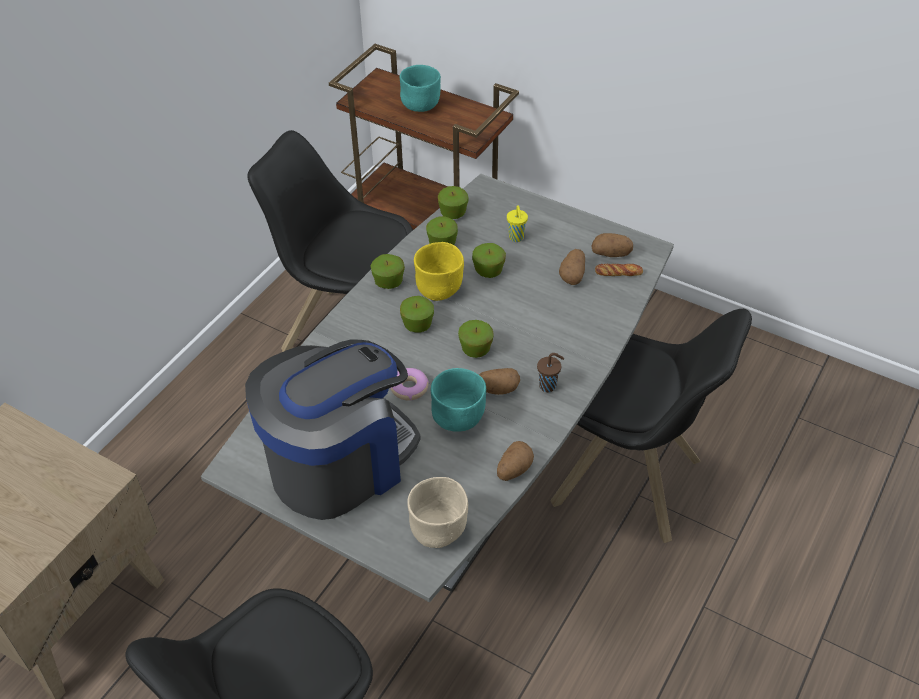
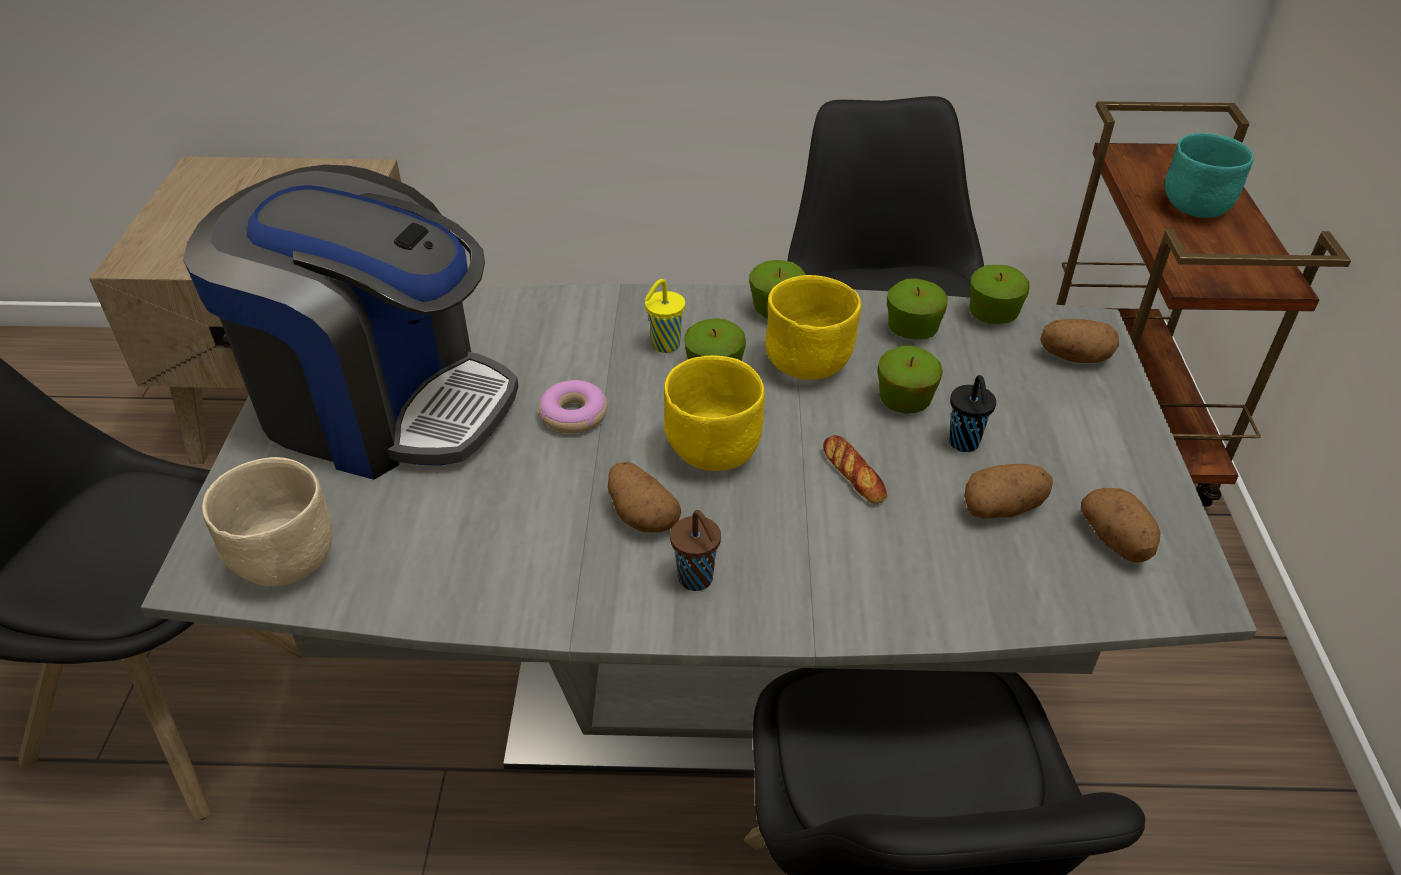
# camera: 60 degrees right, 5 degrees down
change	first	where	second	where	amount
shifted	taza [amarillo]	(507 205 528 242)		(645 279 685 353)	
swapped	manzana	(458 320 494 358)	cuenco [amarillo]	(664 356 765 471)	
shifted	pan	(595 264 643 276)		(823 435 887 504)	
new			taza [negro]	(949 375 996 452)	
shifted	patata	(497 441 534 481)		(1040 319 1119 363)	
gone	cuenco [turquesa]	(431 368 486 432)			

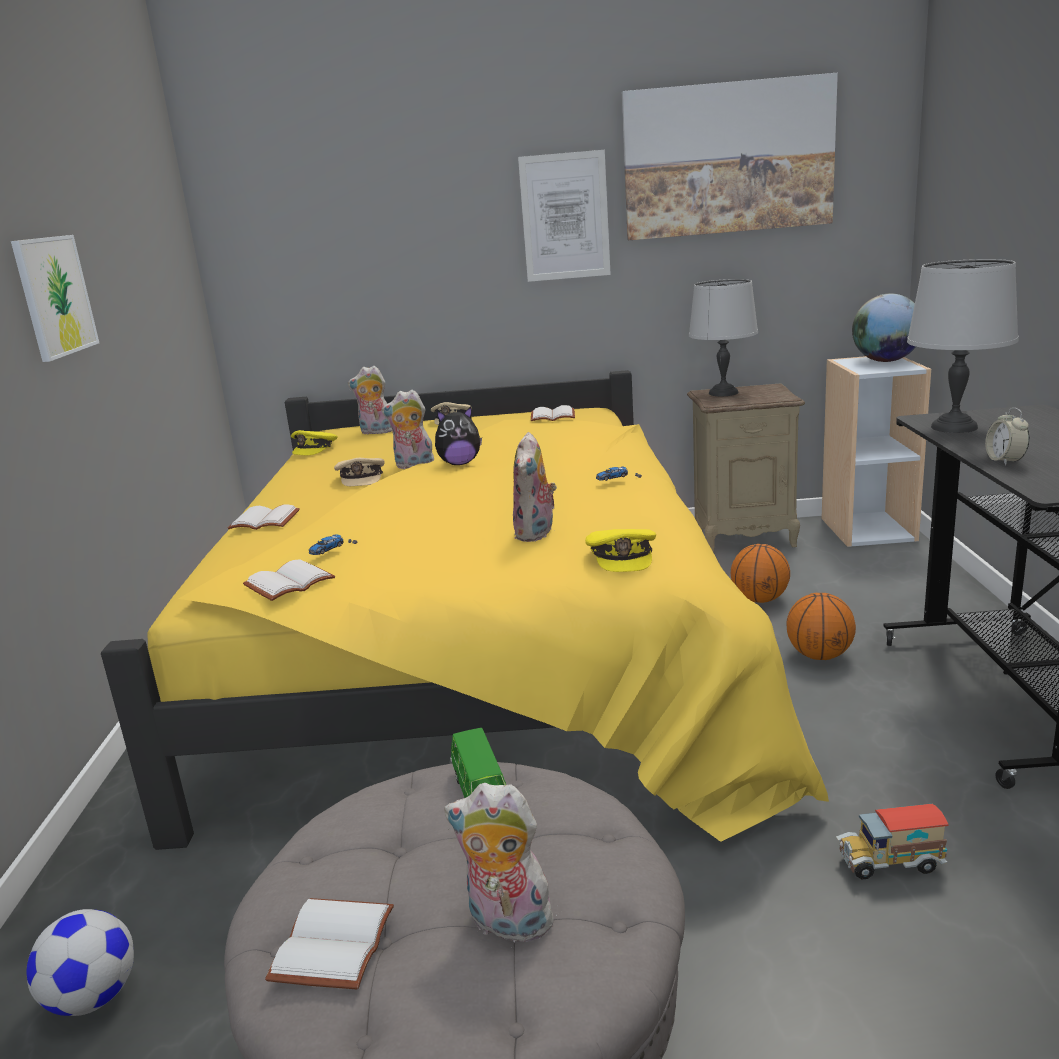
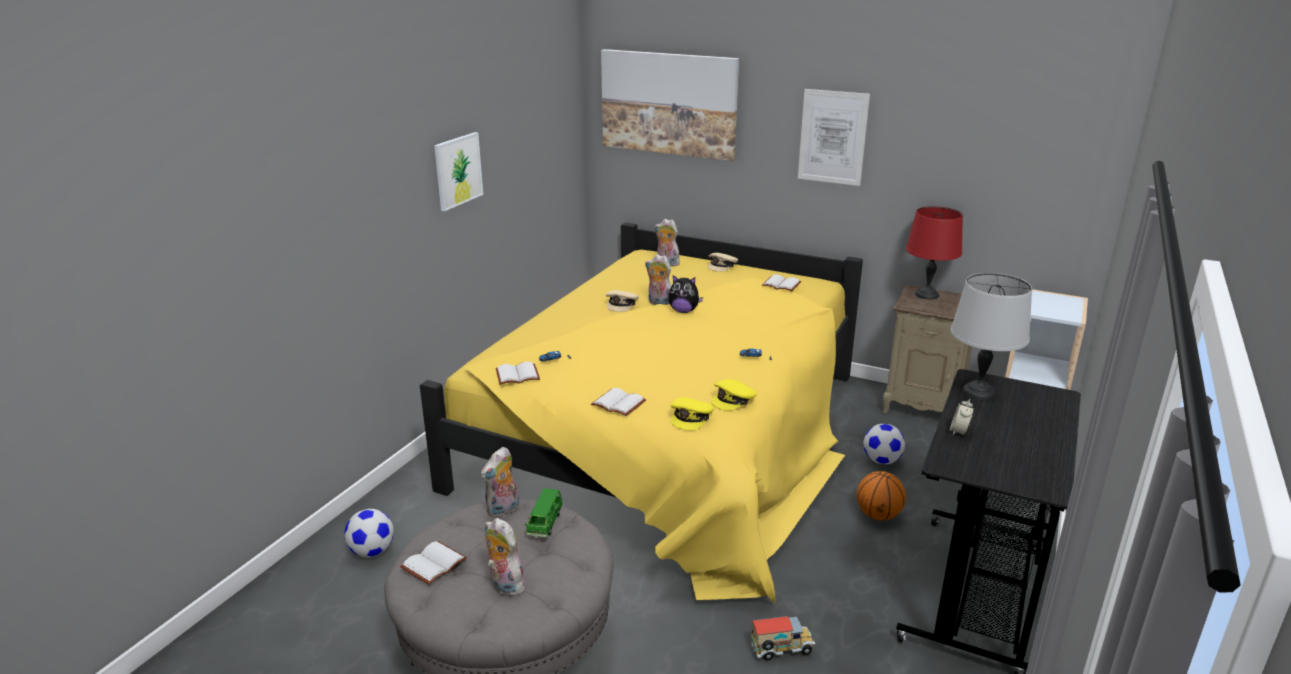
# camera: 25 degrees right, 5 degrees up
change	first	where	second	where	amount
shifted	peluche	(513 432 557 542)		(481 447 519 517)	
shifted	libro [blanco]	(228 504 300 530)		(591 388 646 416)	
shifted	cuadro	(622 73 838 240)		(601 49 739 161)	
shifted	gorra [amarillo]	(291 430 338 455)		(711 379 757 411)	
rotated	camión de juguete	(836 804 949 880)		(750 616 815 660)	150 degrees clockwise
swapped	balón de baloncesto	(731 544 790 603)	balón de fútbol	(864 424 905 464)	
repainted	lámpara de mesa [gris]	(689 279 758 396)	lámpara de mesa [rojo]	(906 206 963 299)	
gone	globo terráqueo	(852 294 916 362)			

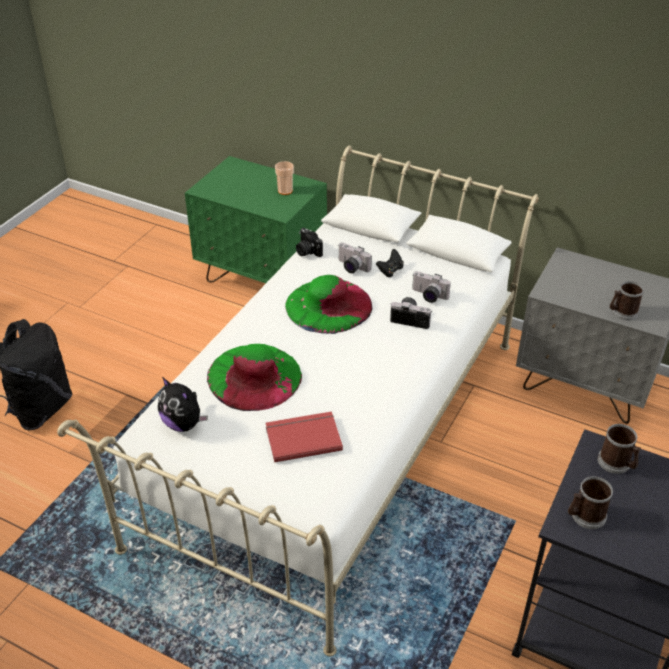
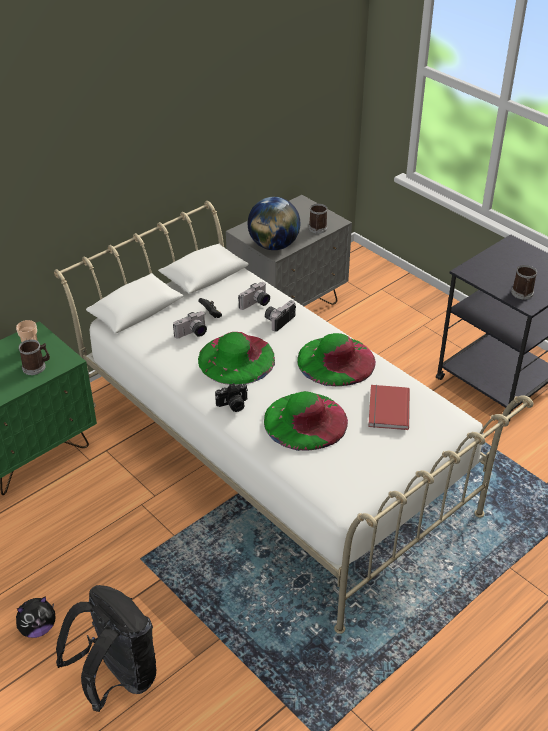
# camera: 70 degrees left, 0 degrees up
change	first	where	second	where	amount
shifted	peluche	(158 377 208 432)		(16 596 56 638)	
shifted	taza grande	(598 424 641 474)		(19 339 50 375)	
shifted	cámara	(296 228 323 257)		(215 383 248 412)	
new			globo terráqueo	(248 197 300 250)	
new			sombrero [verde]	(297 333 376 386)	

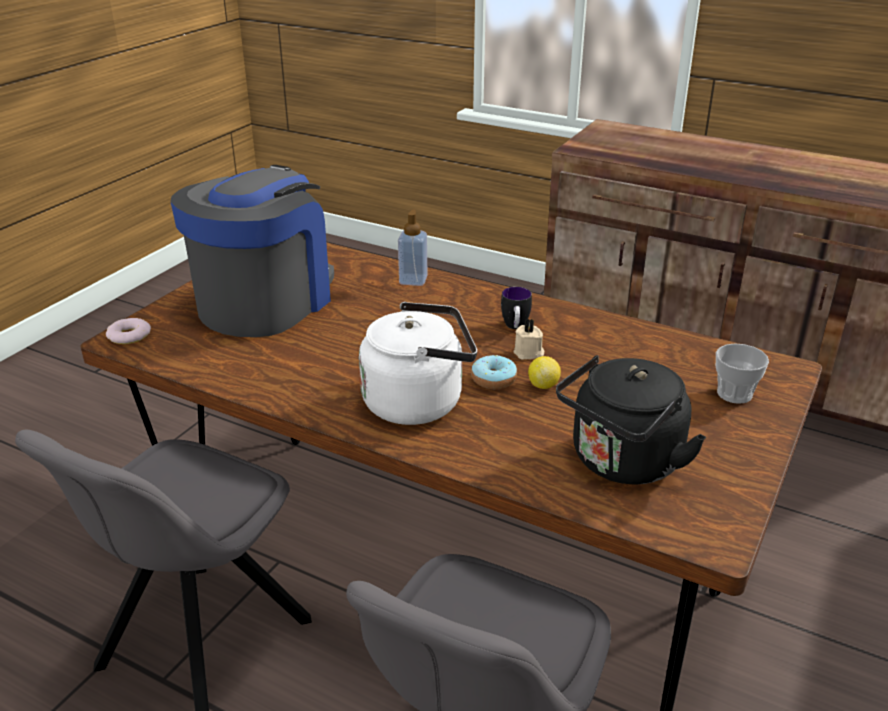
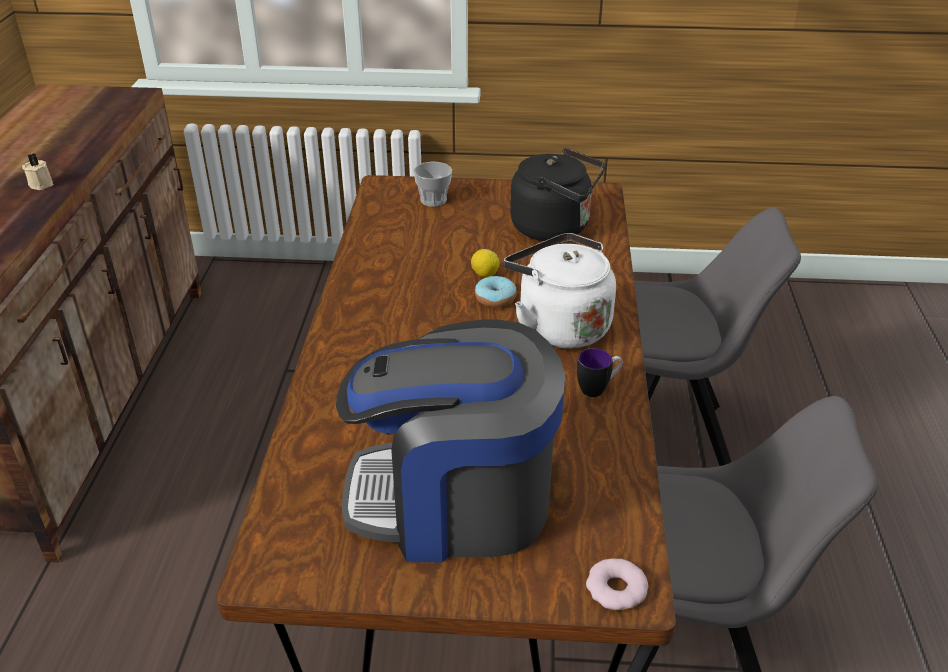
# camera: 115 degrees left, 5 degrees up
change	first	where	second	where	amount
shifted	vela [beis]	(514 319 544 360)		(22 154 54 190)	
shifted	taza grande	(501 287 532 329)		(577 348 623 397)	
gone	dispensador de jabón	(398 210 427 286)			

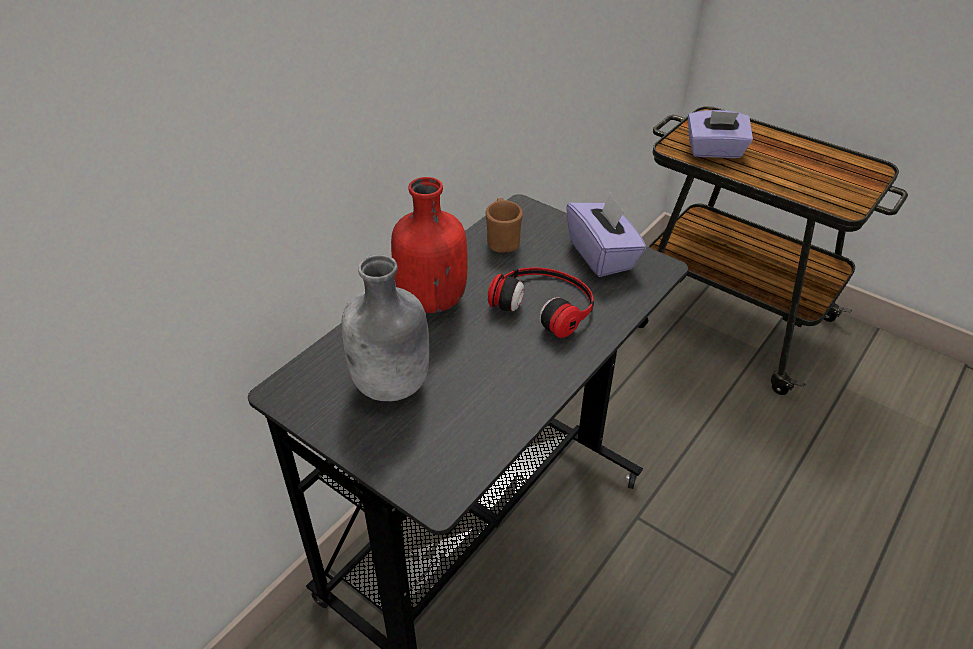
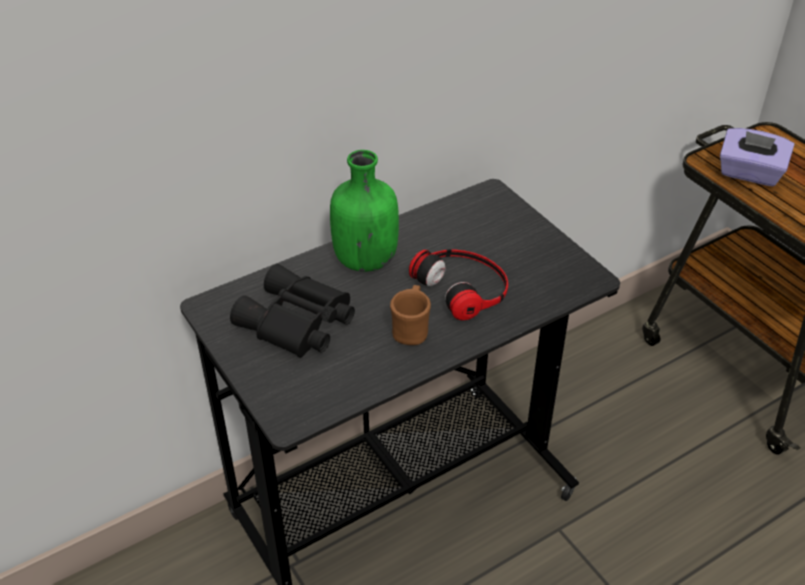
# camera: 20 degrees right, 0 degrees up
change	first	where	second	where	amount
swapped	botella [gris]	(341 254 429 402)	prismáticos [negro]	(230 264 355 358)	
repainted	botella [rojo]	(391 177 468 313)	botella [verde]	(330 150 399 272)	
shifted	taza grande [marrón]	(486 198 523 253)		(390 285 431 345)	
gone	caja de pañuelos [morado]	(566 192 646 277)			

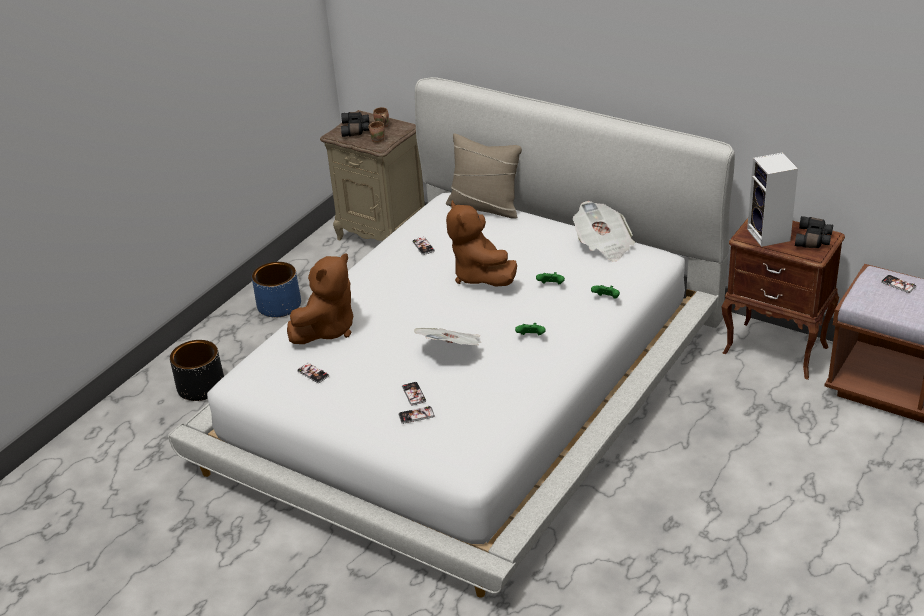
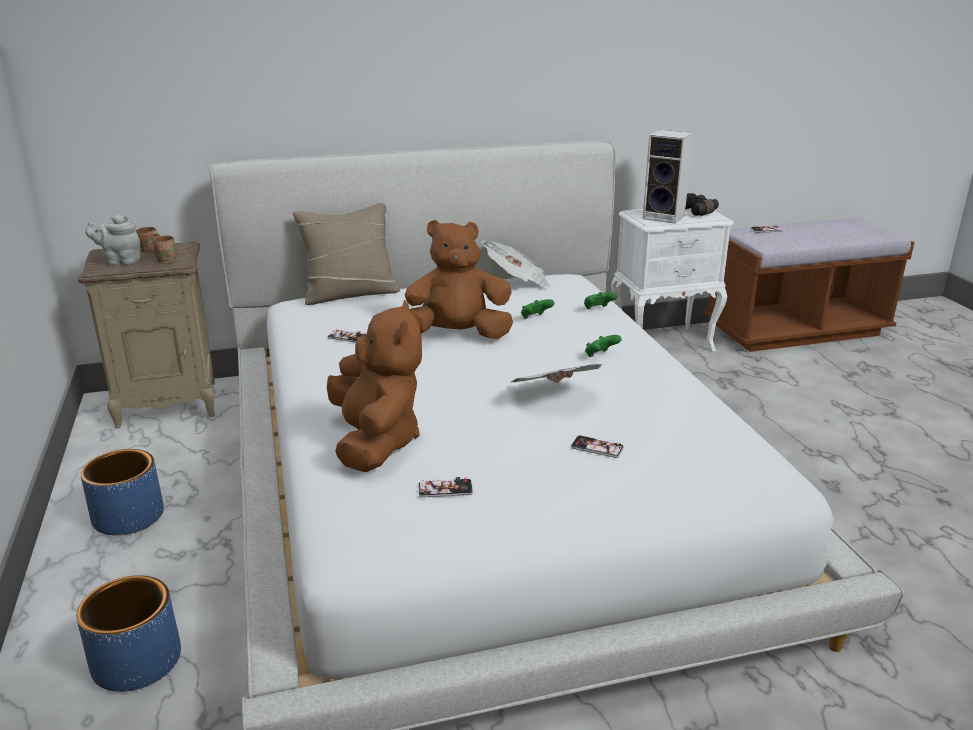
# camera: 50 degrees left, 10 degrees down
change	first	where	second	where	amount
repainted	maceta [negro]	(170 340 224 401)	maceta [azul]	(76 575 181 692)	
swapped	prismáticos [negro]	(341 112 369 137)	tetera [gris]	(85 215 140 265)	
rotated	peluche [marrón]	(446 200 517 286)		(405 220 513 339)	150 degrees clockwise
repainted	mesita de noche [marrón]	(722 218 845 380)	mesita de noche [blanco]	(611 208 734 351)	
gone	móvil	(398 406 435 424)			

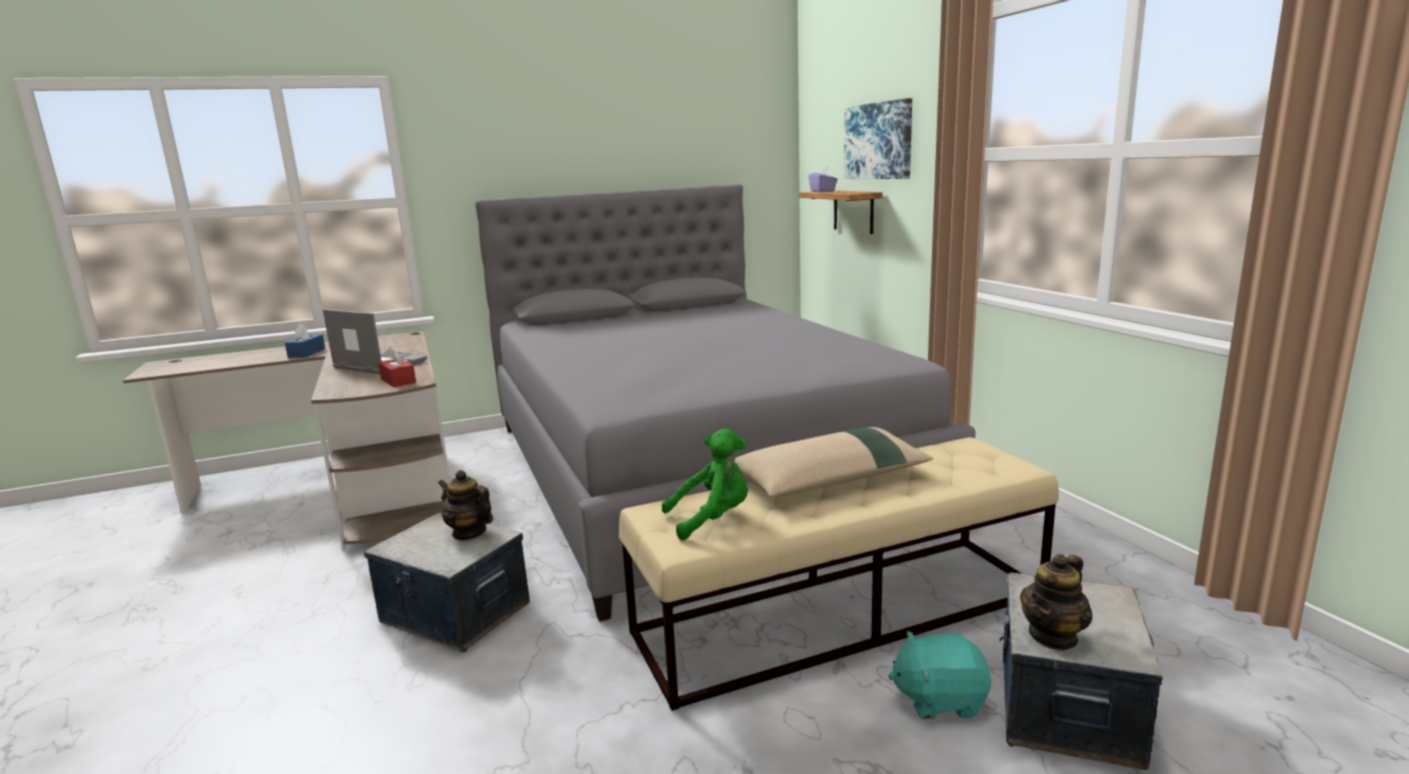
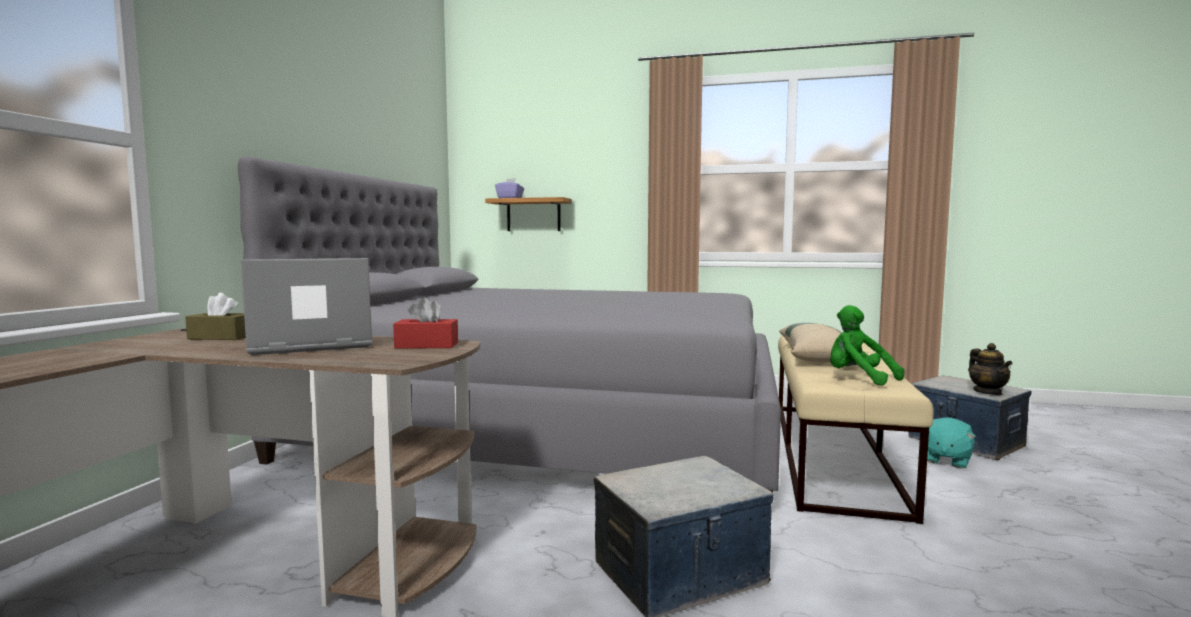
# camera: 55 degrees left, 10 degrees down
change	first	where	second	where	amount
new			caja de pañuelos [marrón]	(185 293 246 340)	
rotated	peluche [verde]	(662 429 748 540)		(830 305 905 386)	60 degrees counterclockwise
gone	caja de pañuelos [azul]	(285 324 325 358)			
gone	tetera	(438 470 493 540)			
gone	cuadro	(844 98 912 179)			

